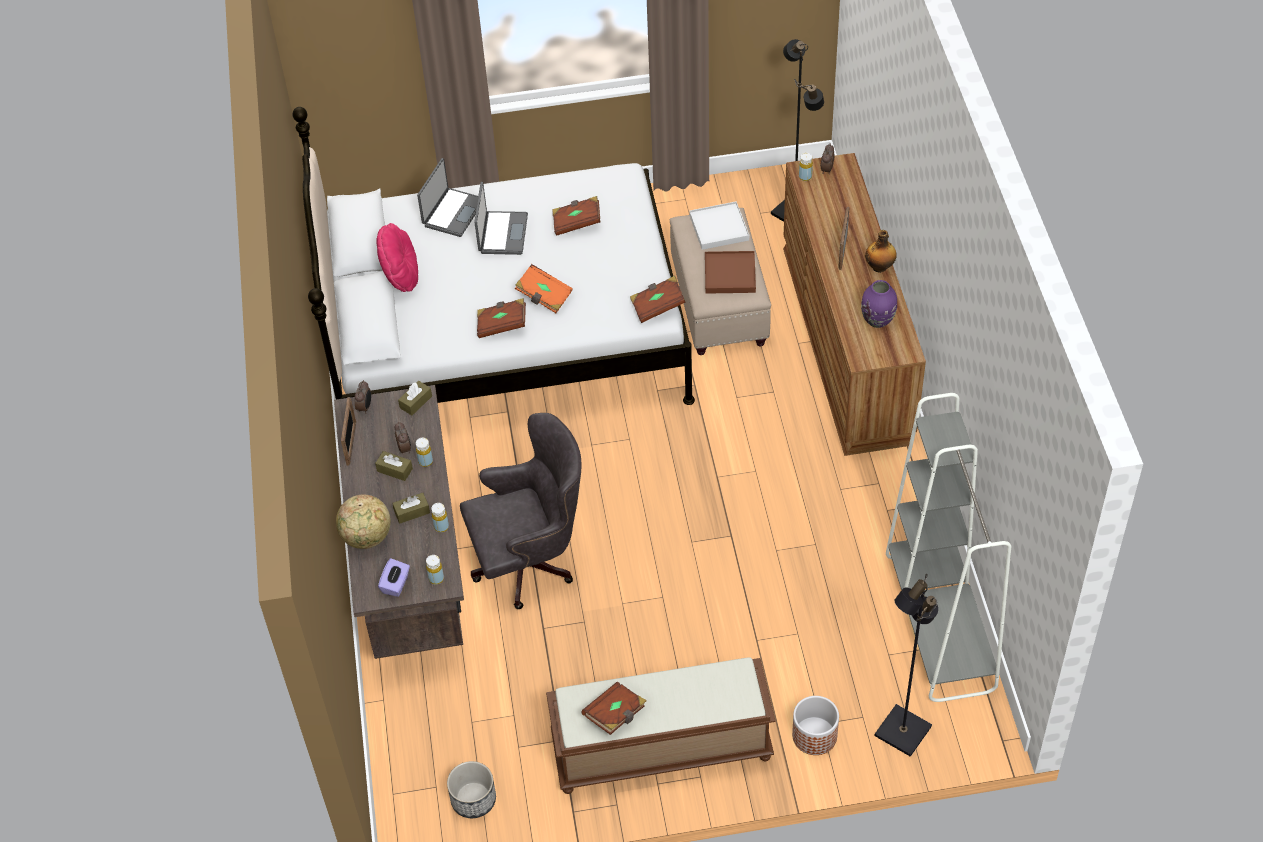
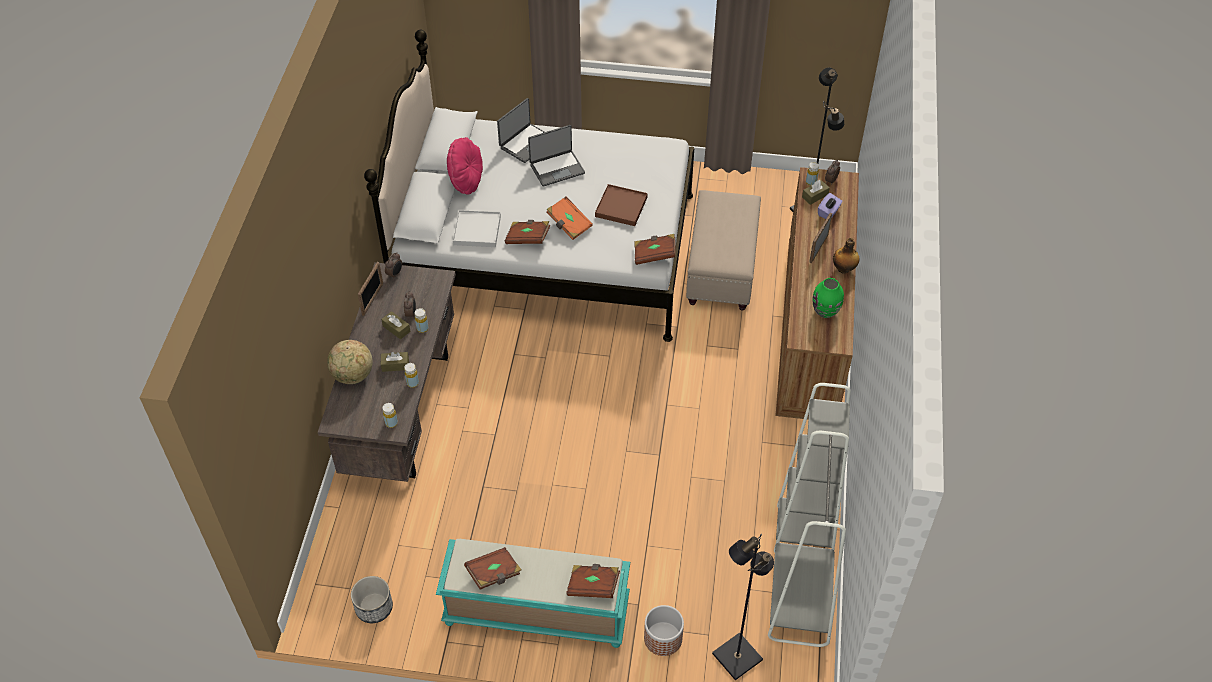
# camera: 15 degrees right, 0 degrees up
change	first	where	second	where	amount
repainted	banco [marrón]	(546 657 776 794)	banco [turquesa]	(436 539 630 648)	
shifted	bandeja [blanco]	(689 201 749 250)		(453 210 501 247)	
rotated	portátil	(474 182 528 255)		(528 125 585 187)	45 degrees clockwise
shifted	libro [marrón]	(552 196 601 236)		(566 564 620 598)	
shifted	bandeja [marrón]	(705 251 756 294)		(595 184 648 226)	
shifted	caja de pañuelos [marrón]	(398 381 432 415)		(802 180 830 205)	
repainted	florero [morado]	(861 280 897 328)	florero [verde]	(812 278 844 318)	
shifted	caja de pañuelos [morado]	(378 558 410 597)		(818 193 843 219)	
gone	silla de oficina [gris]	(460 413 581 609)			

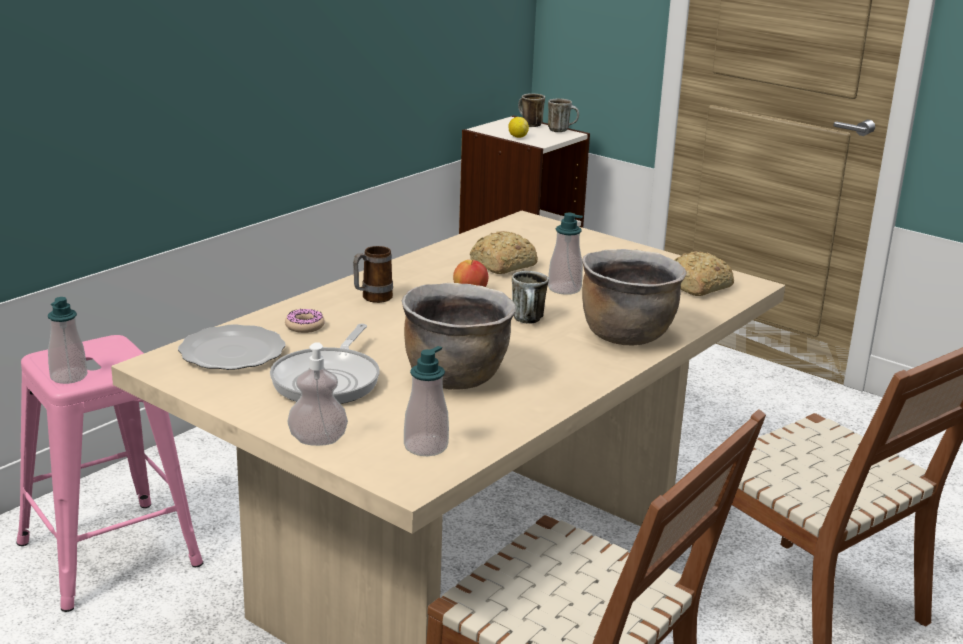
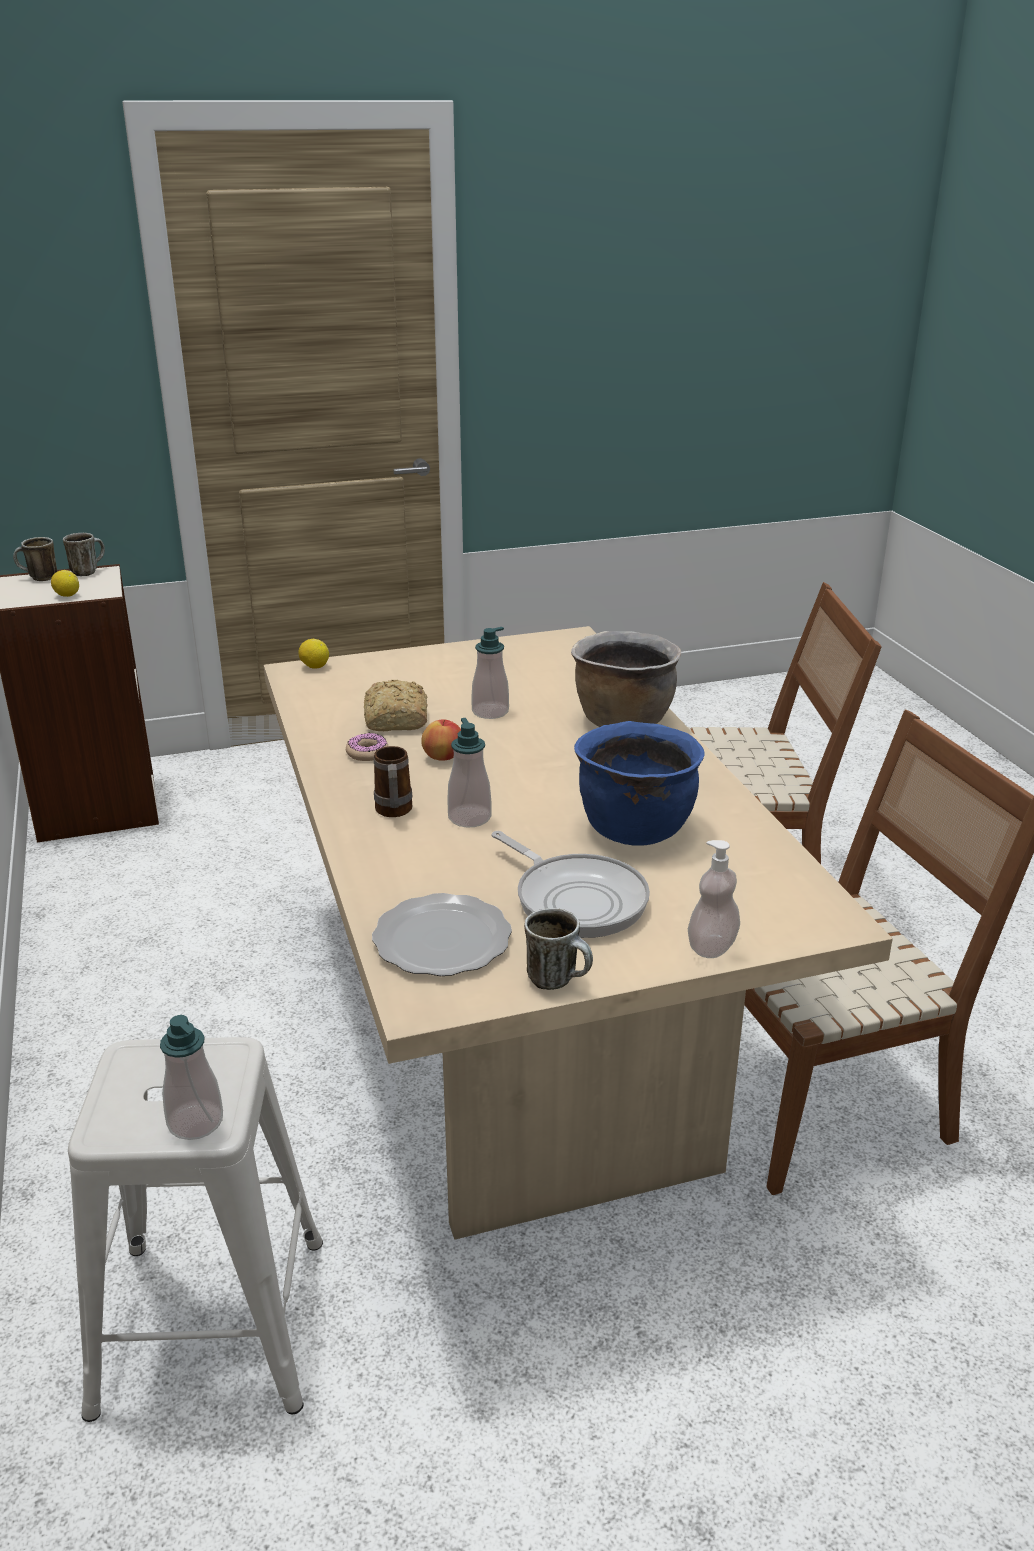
# camera: 55 degrees left, 5 degrees up
change	first	where	second	where	amount
repainted	taburete [rosa]	(16 335 203 612)	taburete [blanco]	(68 1037 323 1422)	
new			limón	(298 639 329 668)	
shifted	rosquilla	(285 309 325 333)		(346 733 388 761)	
shifted	dispensador de jabón	(404 346 449 456)		(447 718 492 828)	
shifted	taza grande	(512 271 549 324)		(524 908 593 990)	
repainted	olla [marrón]	(402 283 516 390)	olla [azul]	(574 721 705 846)	
gone	pan	(675 251 734 296)			

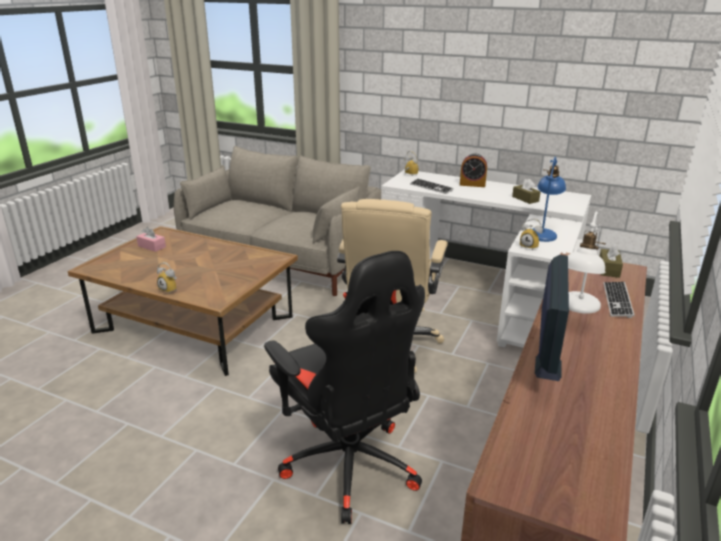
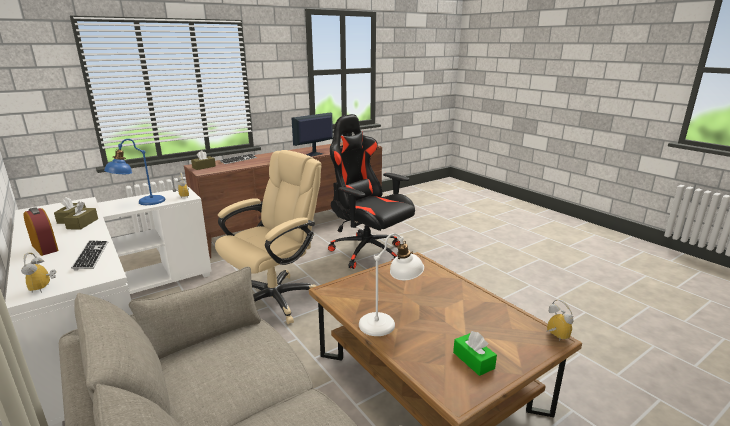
# camera: 150 degrees left, 5 degrees down
change	first	where	second	where	amount
new			caja de pañuelos [marrón]	(63 202 98 230)	
rotated	silla de oficina [negro]	(264 251 425 524)		(328 114 415 269)	45 degrees counterclockwise
shifted	lámpara de mesa [blanco]	(568 212 606 314)		(359 233 424 336)	
repainted	caja de pañuelos [rosa]	(136 227 166 252)	caja de pañuelos [verde]	(453 331 497 376)	
shifted	despertador	(157 262 177 294)		(547 299 573 340)	

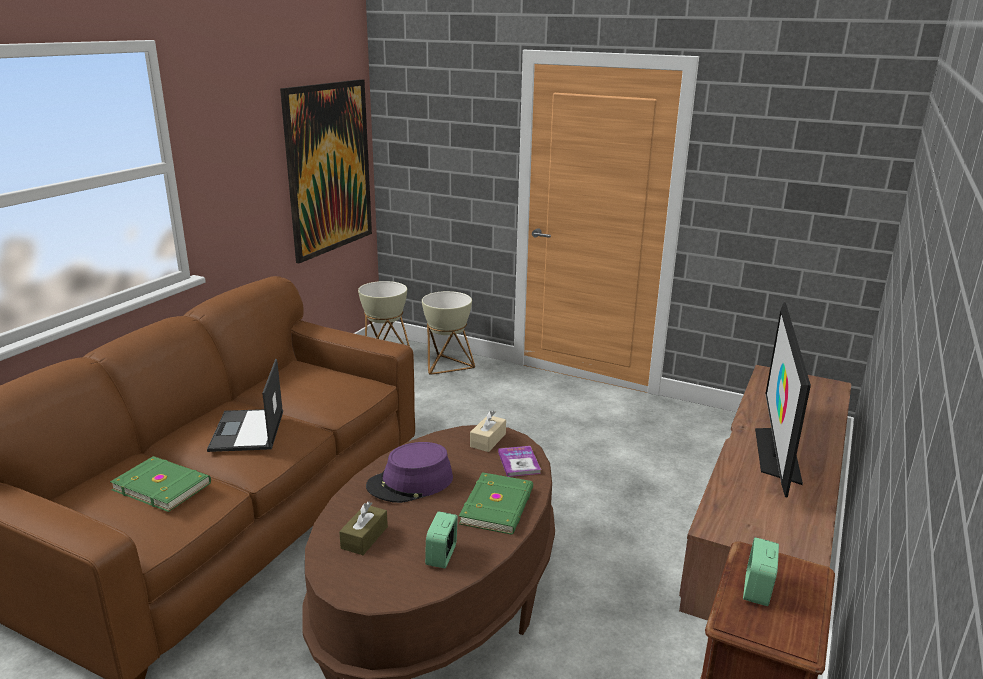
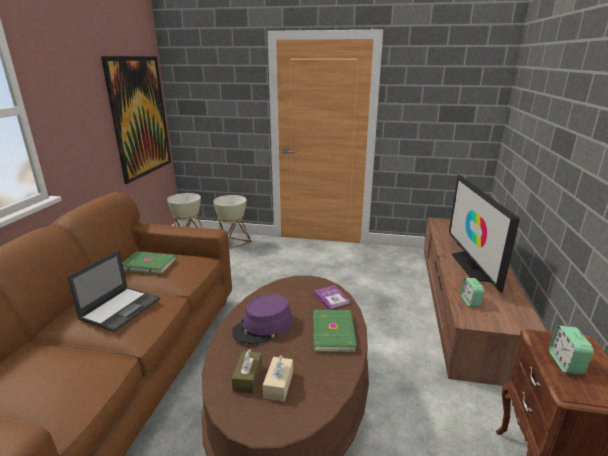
# camera: 15 degrees left, 0 degrees up
change	first	where	second	where	amount
rotated	portátil	(207 359 283 452)		(67 250 160 332)	135 degrees counterclockwise
shifted	libro [verde]	(110 456 211 512)		(122 252 177 275)	
shifted	caja de pañuelos [beis]	(470 410 506 452)		(263 355 293 401)	
shifted	despertador	(425 511 458 568)		(460 278 484 307)	

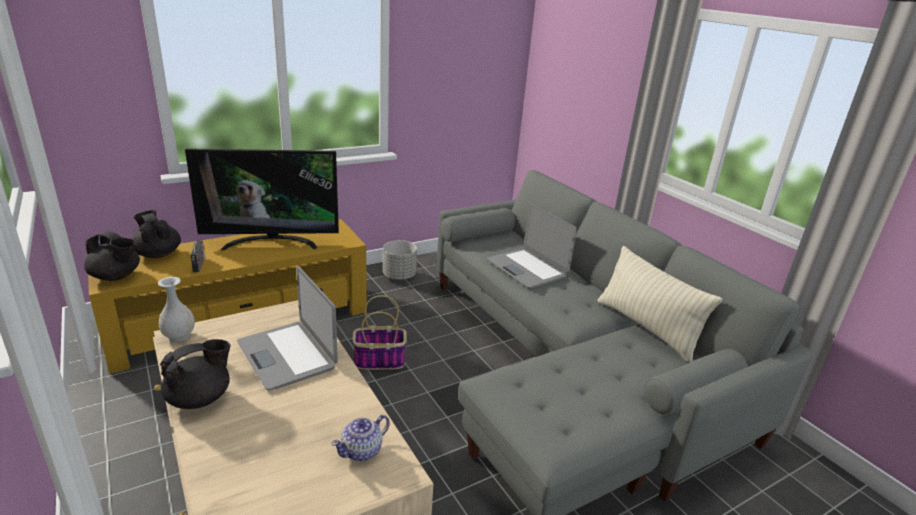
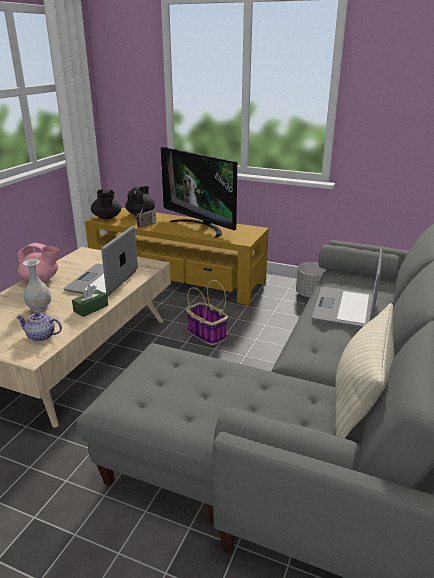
# camera: 55 degrees right, 0 degrees up
change	first	where	second	where	amount
repainted	tetera [negro]	(160 339 230 409)	tetera [rosa]	(17 243 59 282)	
shifted	florero [blanco]	(158 277 195 342)		(23 259 51 312)	
new			caja de pañuelos [verde]	(72 285 108 317)	

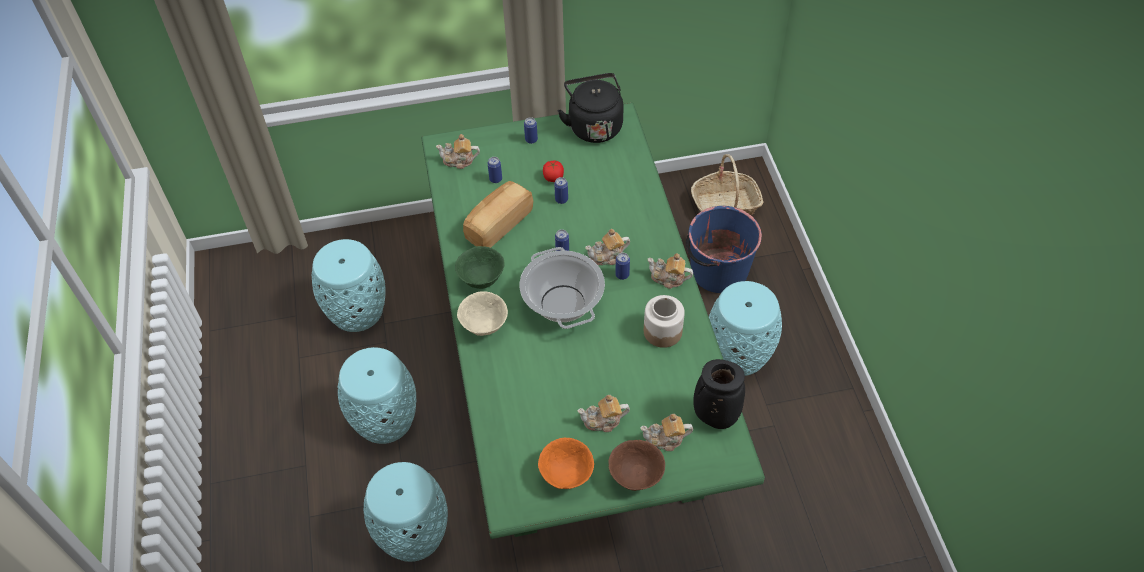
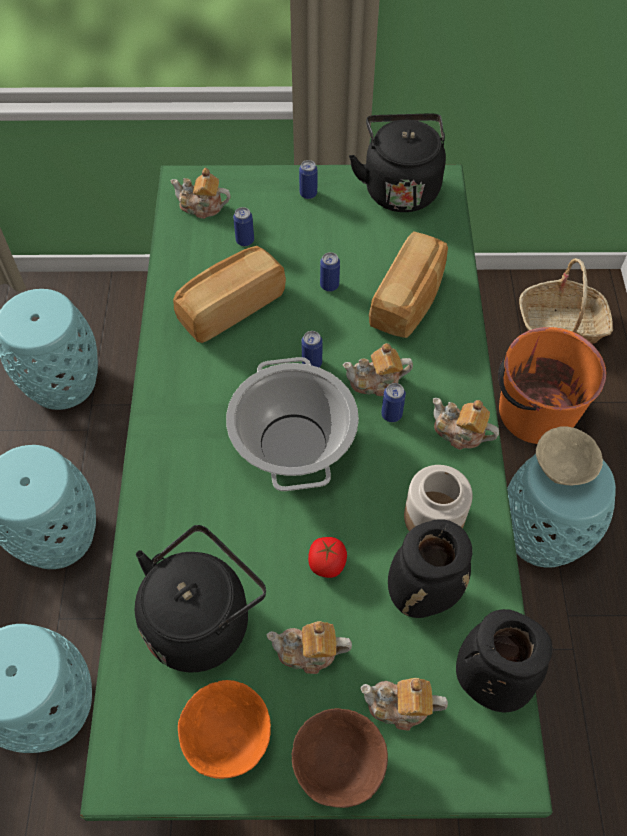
# camera: 10 degrees right, 5 degrees up
change	first	where	second	where	amount
new			hervidor [negro]	(135 525 266 672)	
shifted	tomate	(543 161 564 182)		(308 537 347 578)	
new			pan	(369 231 448 338)	
new			florero [negro]	(388 519 472 618)	
repainted	cubo [azul]	(686 206 762 293)	cubo [naranja]	(498 327 606 444)	
shifted	cuenco [beis]	(457 292 508 336)		(536 426 603 486)	
gone	cuenco [verde]	(455 246 505 289)			

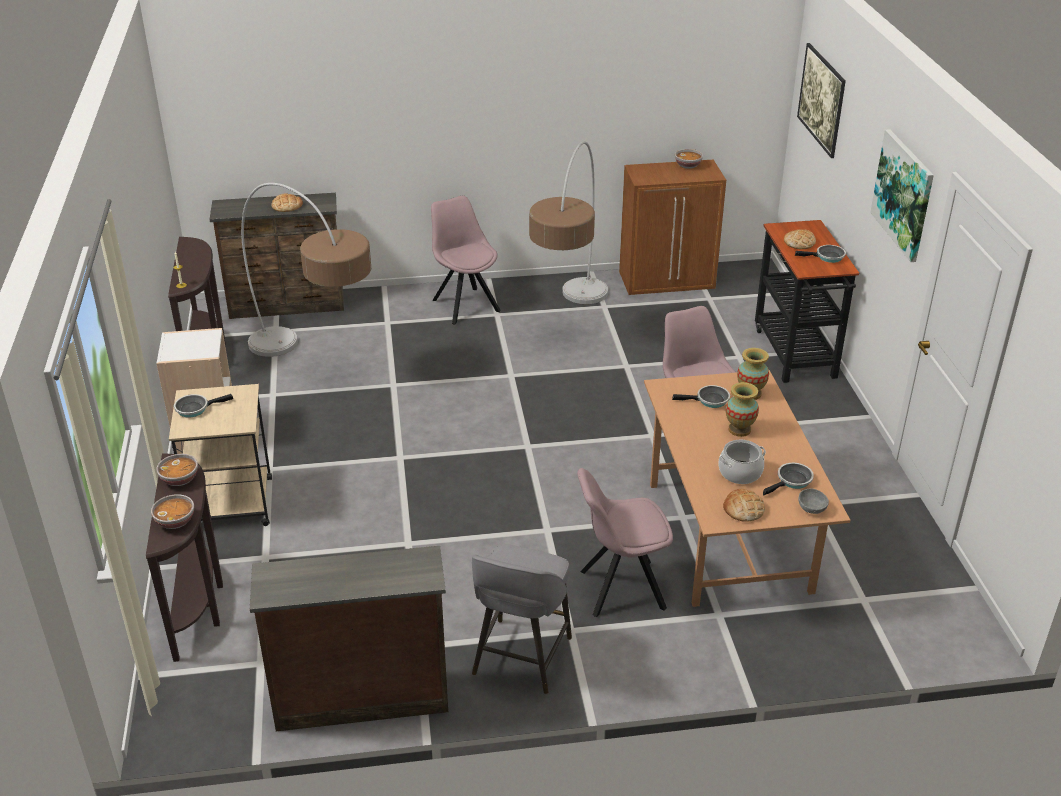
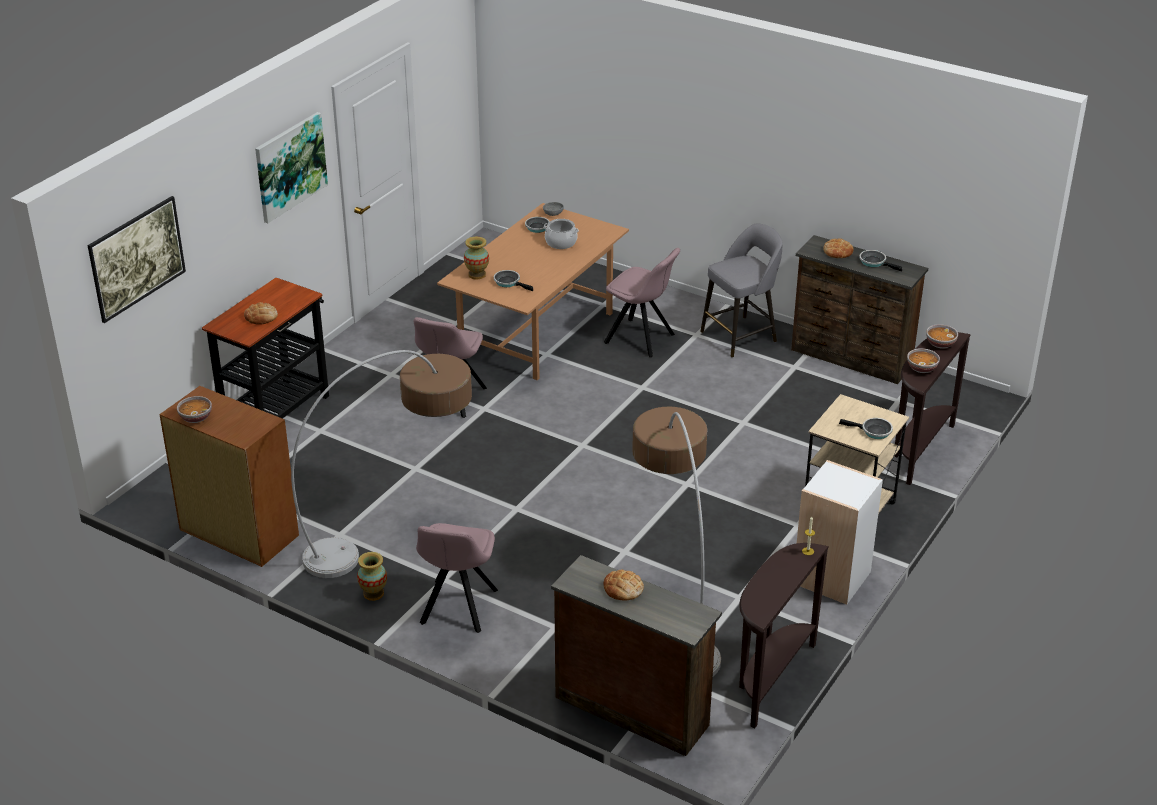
# camera: 140 degrees left, 0 degrees up
change	first	where	second	where	amount
shifted	florero	(726 382 759 437)		(357 552 387 601)	
shifted	pan	(723 489 765 522)		(823 238 853 258)	
shifted	sartén	(795 245 846 263)		(859 250 902 272)	

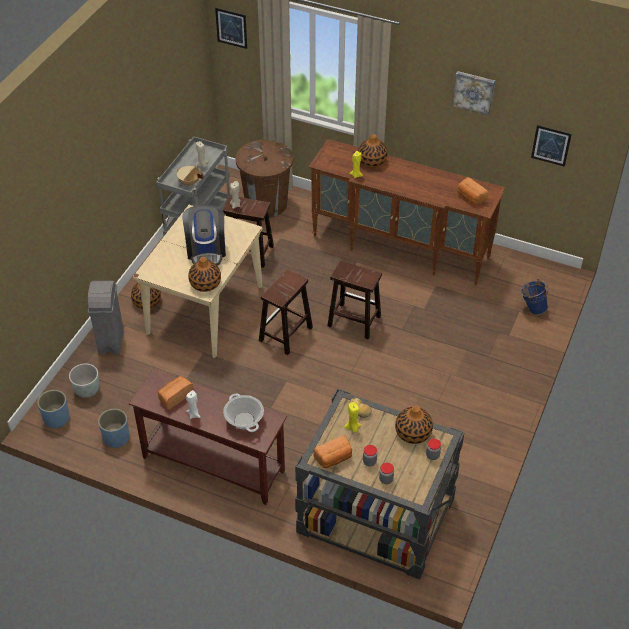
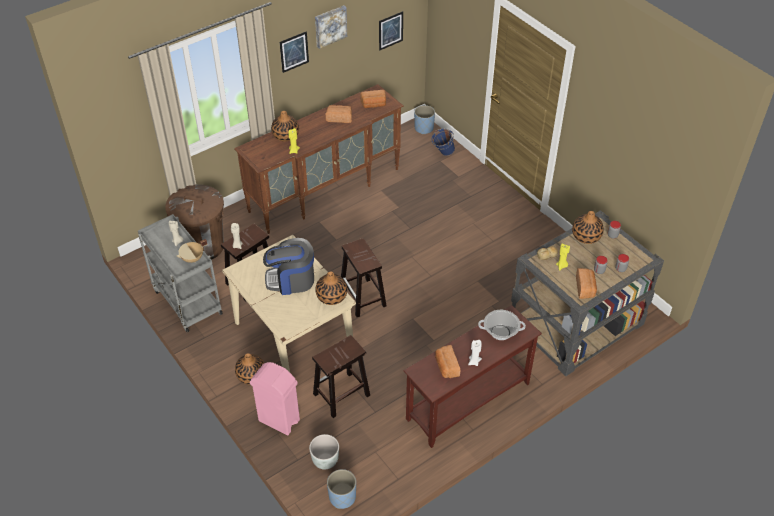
# camera: 60 degrees left, 0 degrees up
change	first	where	second	where	amount
repainted	papelera [gris]	(88 281 124 354)	papelera [rosa]	(250 362 300 435)	
rotated	cafetera	(182 204 226 266)		(263 238 314 295)	150 degrees clockwise
shifted	cuadro	(215 8 247 49)		(280 31 309 73)	
shifted	taburete [marrón]	(328 260 382 339)		(312 335 370 418)	
new			pan	(326 105 352 123)	
shifted	maceta [azul]	(98 409 129 448)		(414 105 435 134)	

